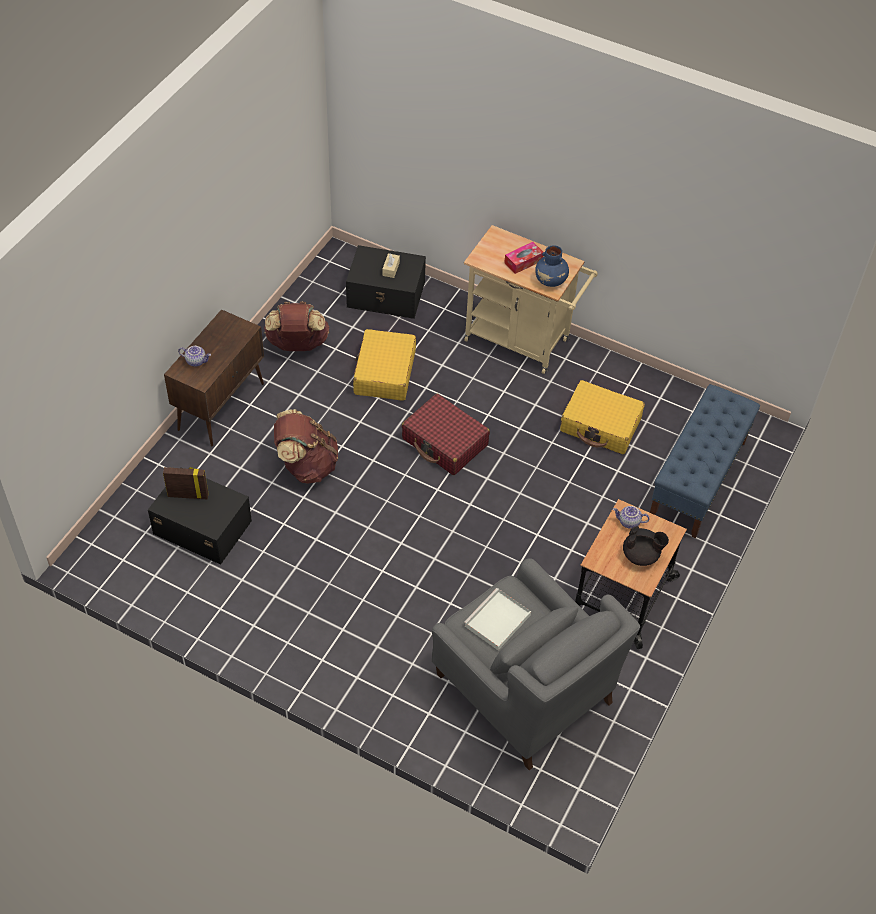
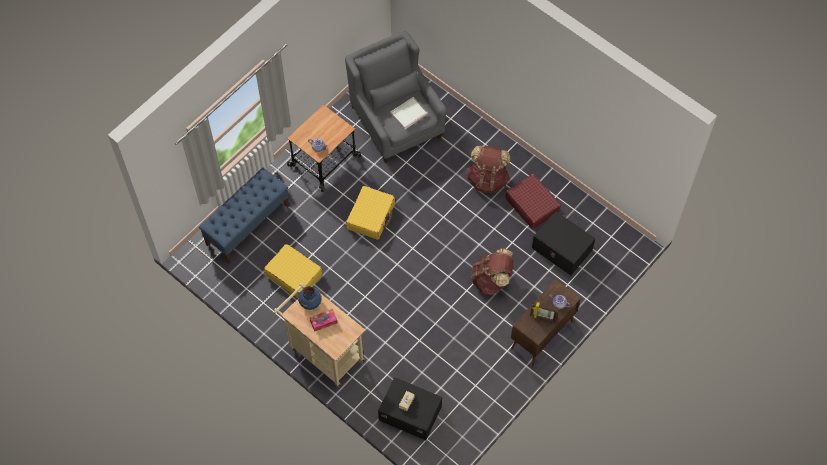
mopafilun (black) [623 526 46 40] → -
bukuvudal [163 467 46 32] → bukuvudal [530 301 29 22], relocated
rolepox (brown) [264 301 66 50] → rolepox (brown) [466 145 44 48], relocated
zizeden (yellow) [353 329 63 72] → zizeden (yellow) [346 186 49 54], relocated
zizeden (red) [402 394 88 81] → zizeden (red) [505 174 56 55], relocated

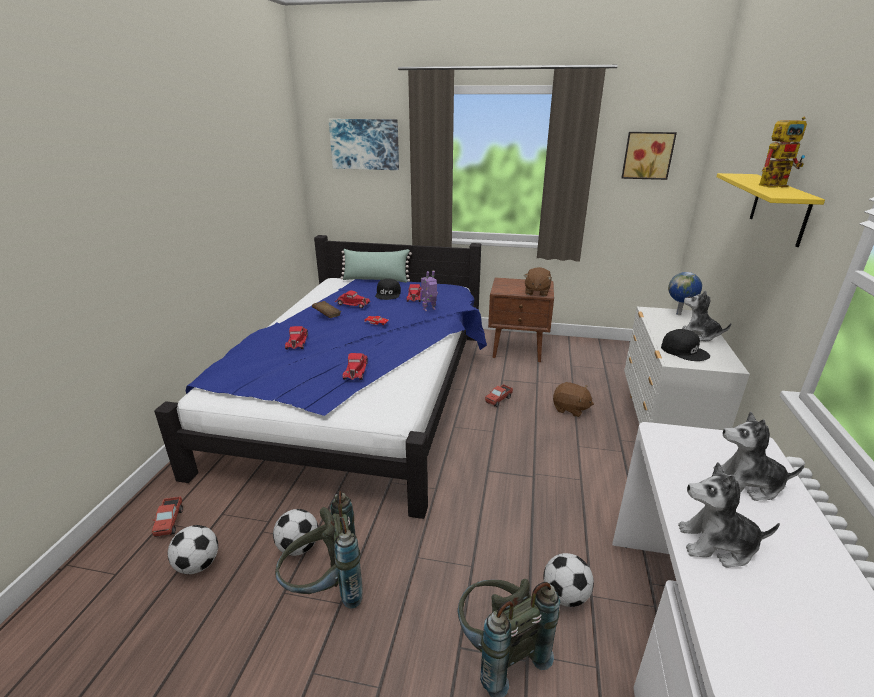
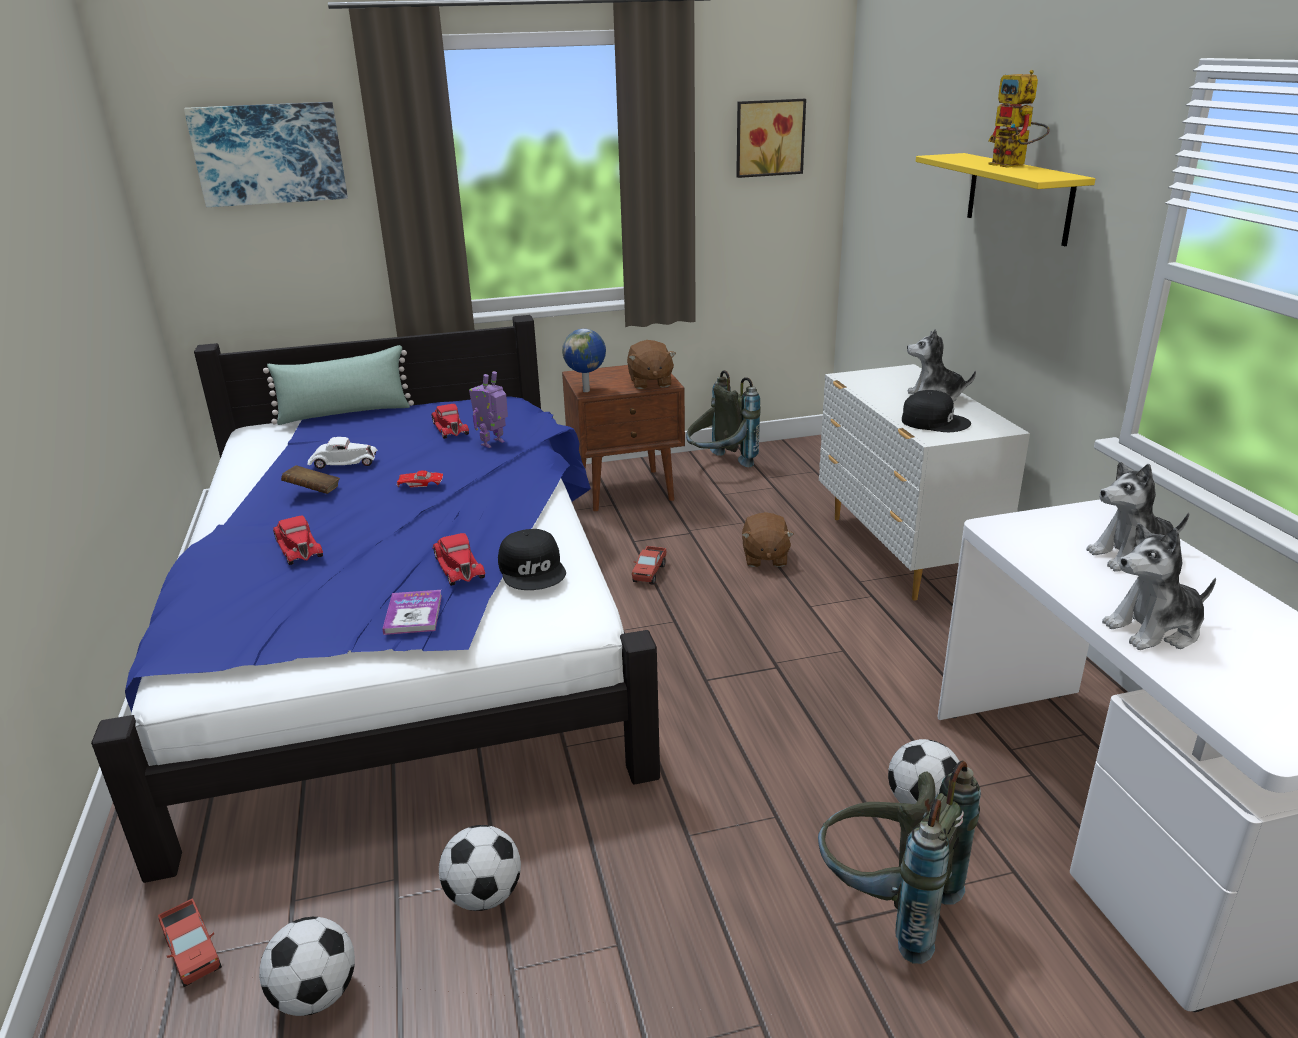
- → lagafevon [382 590 60 45]
rolepox (grey) [275 491 88 118] → rolepox (grey) [686 370 75 97], relocated
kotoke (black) [375 279 26 21] → kotoke (black) [498 529 68 61], relocated
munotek [668 272 34 43] → munotek [562 329 44 63], relocated
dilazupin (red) [335 290 35 18] → dilazupin (white) [307 437 71 32]
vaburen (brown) [553 382 41 35] → vaburen (brown) [742 512 52 55], 90 degrees clockwise
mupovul [759 117 48 71] → mupovul [988 70 62 98], 105 degrees clockwise

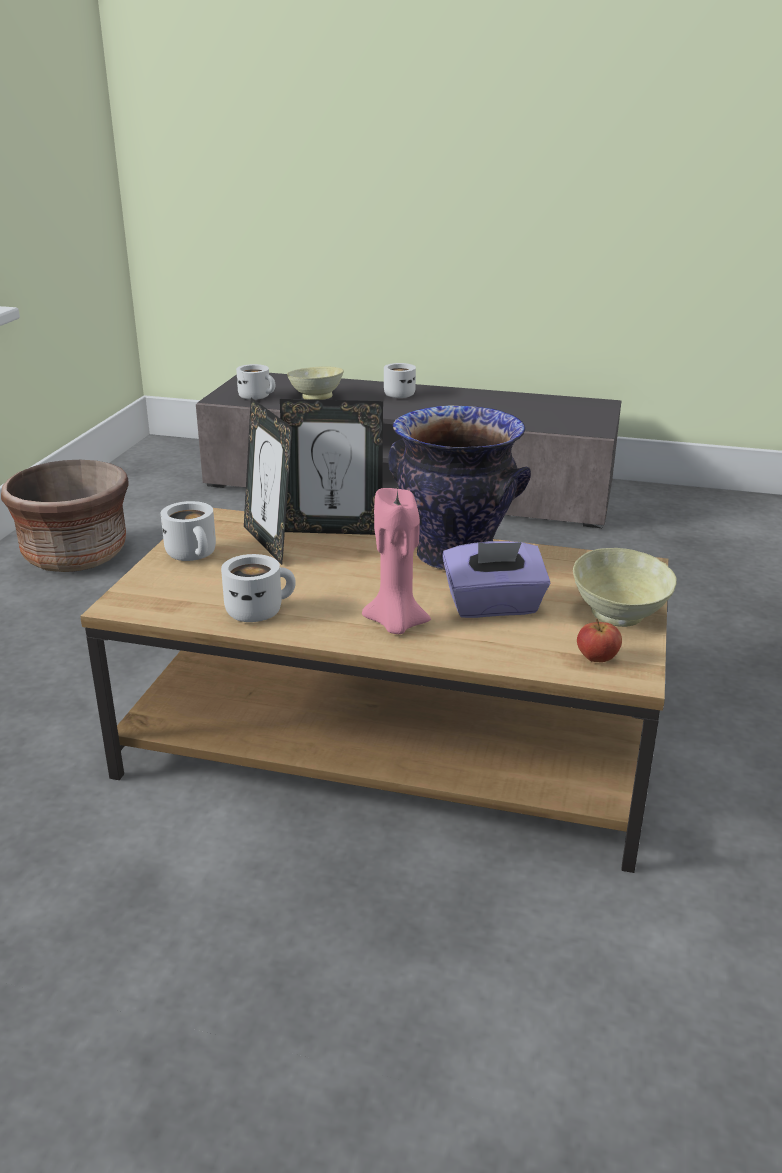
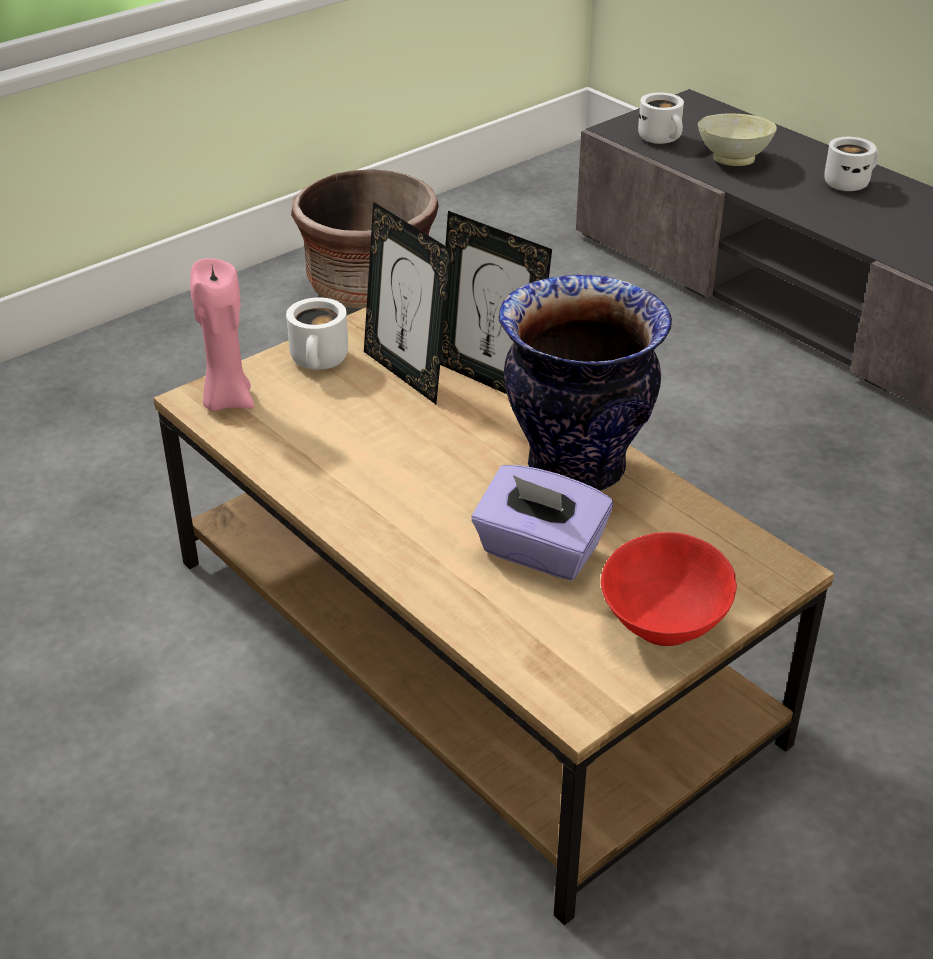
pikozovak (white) [221 554 75 68] → -
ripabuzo [577 619 45 43] → -
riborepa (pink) [362 488 69 146] → riborepa (pink) [190 258 65 153], relocated
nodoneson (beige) [573 548 104 79] → nodoneson (red) [601 532 136 114]
bukuvudal [244 398 49 167] → bukuvudal [364 202 88 202], 45 degrees counterclockwise

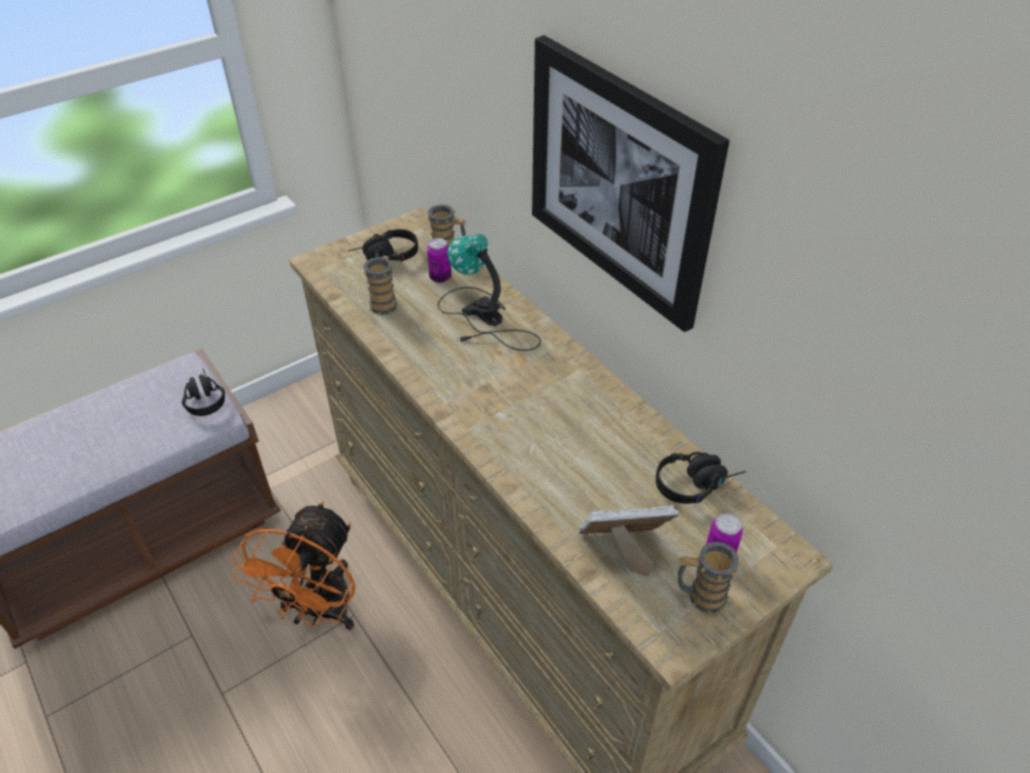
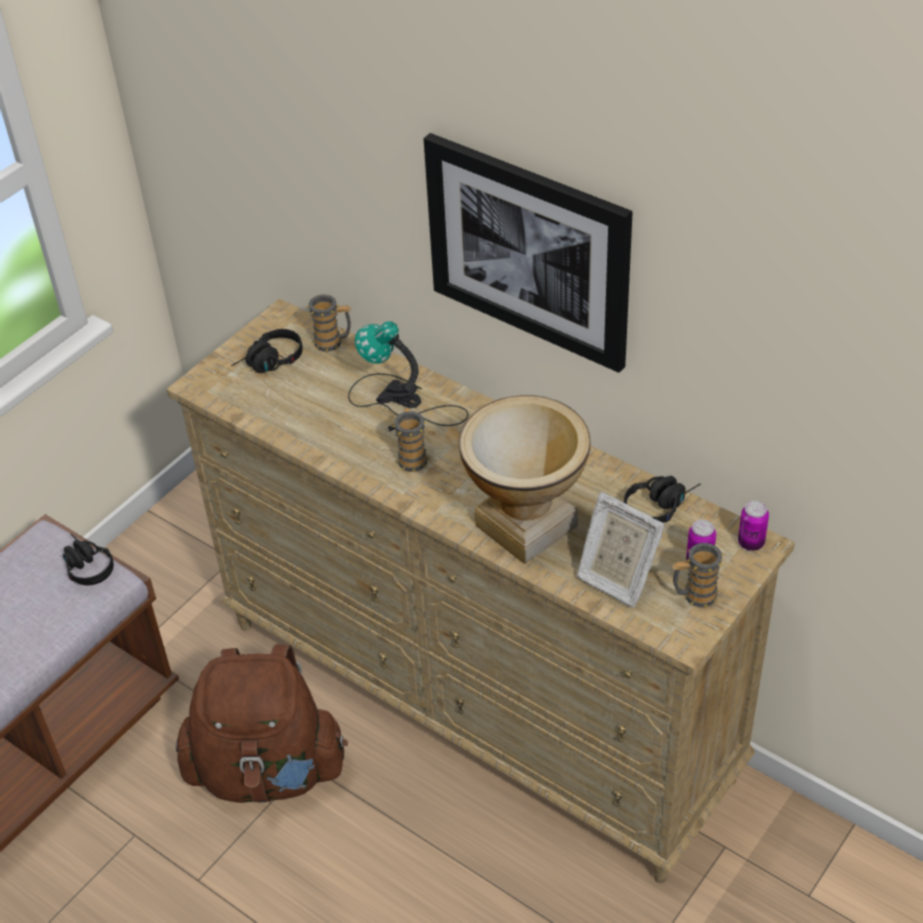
- → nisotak [459 395 131 169]
pikozovak [362 256 36 59] → pikozovak [391 408 38 64], relocated
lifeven [427 238 24 45] → lifeven [738 501 31 50], relocated
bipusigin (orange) [232 501 124 129] → rolepox (brown) [176 644 172 159]
bukuvudal [578 505 101 71] → bukuvudal [577 492 88 115], 120 degrees counterclockwise

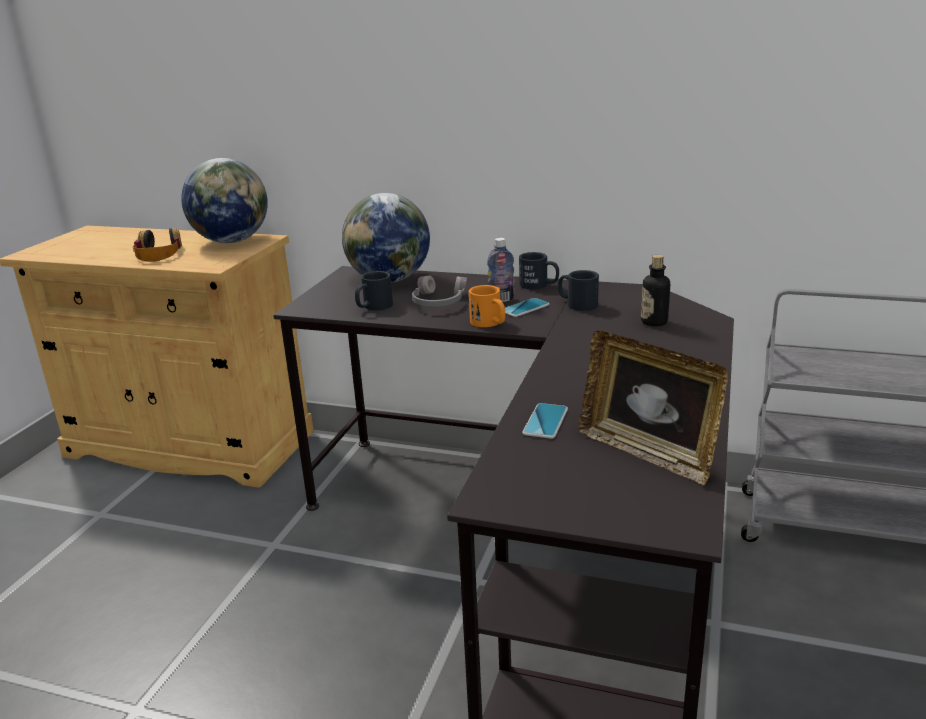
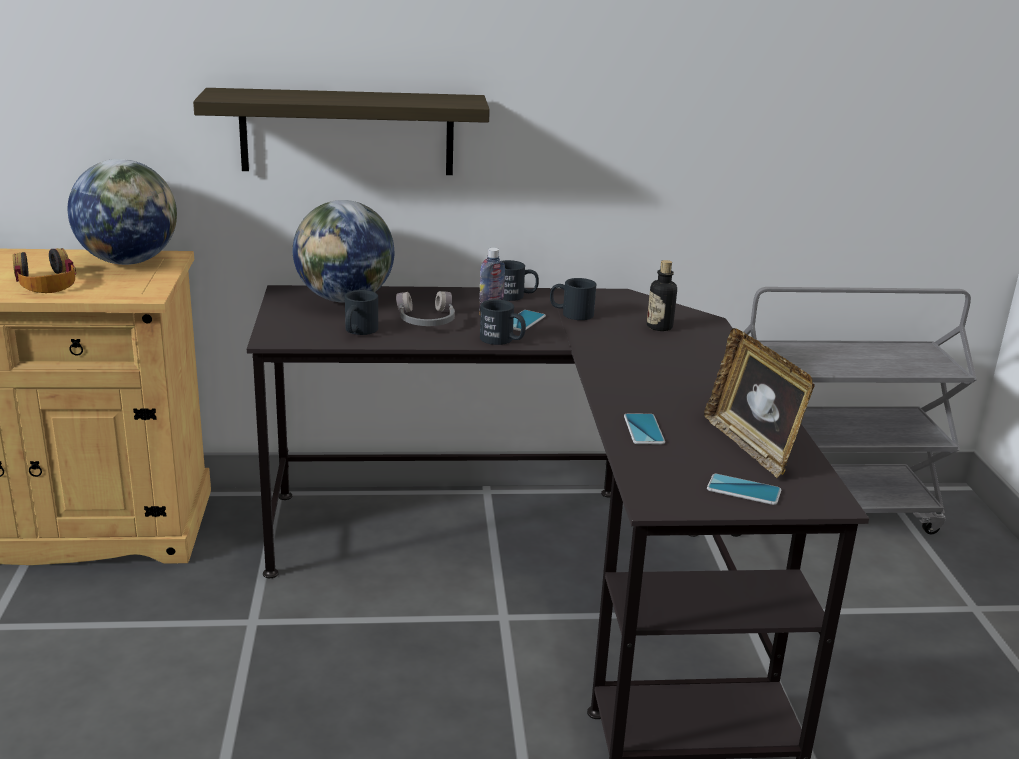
- → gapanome [193 88 297 87]
- → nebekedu [707 474 74 31]
pikozovak (orange) [469 285 36 42] → pikozovak (black) [480 299 46 46]
bukuvudal [579 331 149 154] → bukuvudal [704 328 111 150], 45 degrees clockwise

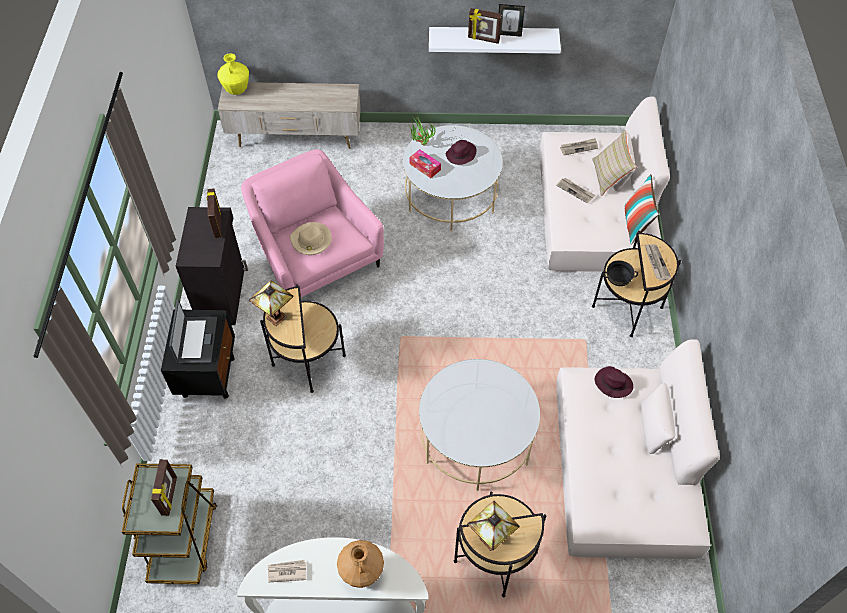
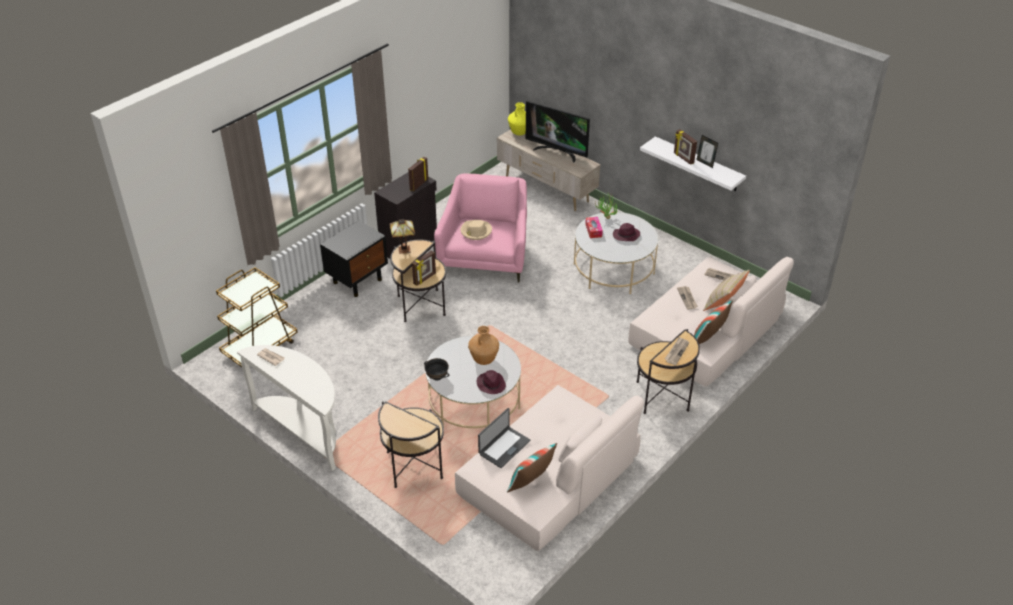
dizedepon [467 500 53 51] → -
- → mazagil [507 443 50 50]
- → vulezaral [526 101 64 61]
bukuvudal [151 459 26 57] → bukuvudal [412 250 24 36], relocated
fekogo [169 300 48 64] → fekogo [478 408 52 60], relocated
nisotak (brown) [337 540 47 48] → nisotak (brown) [468 326 31 39], relocated
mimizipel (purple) [595 366 38 32] → mimizipel (purple) [477 370 29 24], relocated
nodoneson (black) [602 260 36 26] → nodoneson (black) [424 358 25 23], relocated

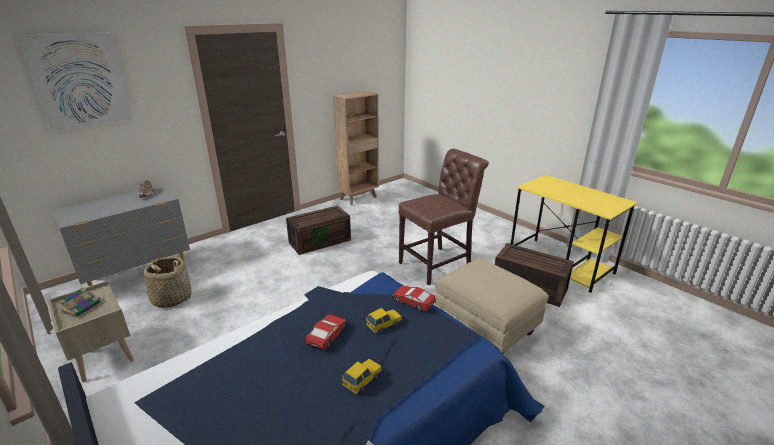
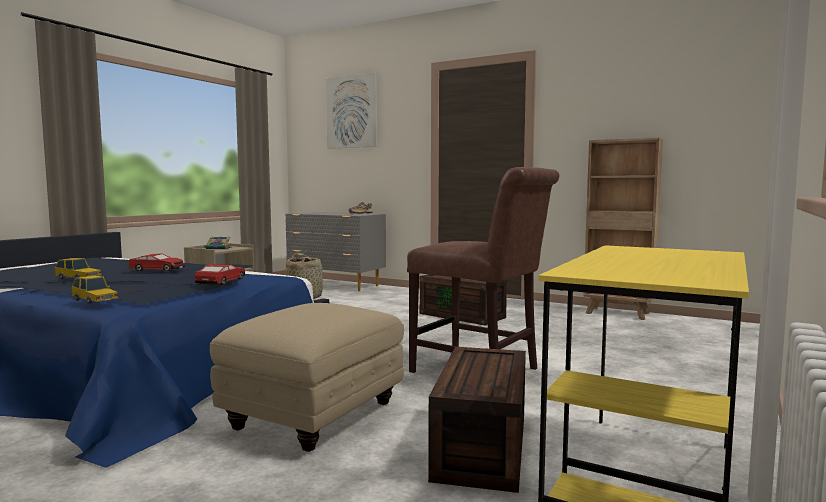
dilazupin [366 308 36 25] → dilazupin [72 276 47 28], relocated

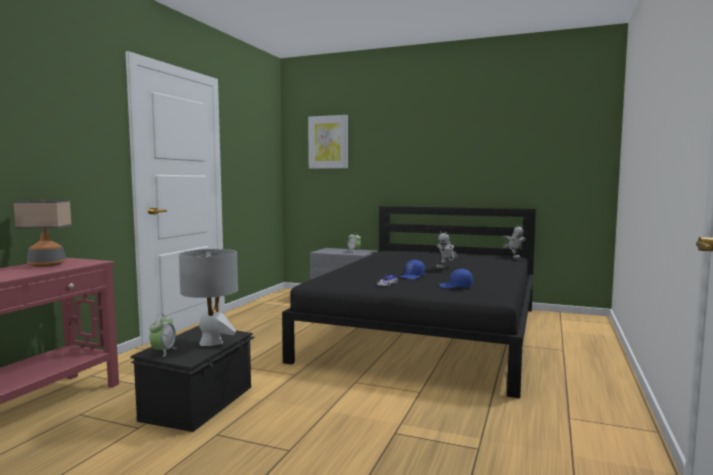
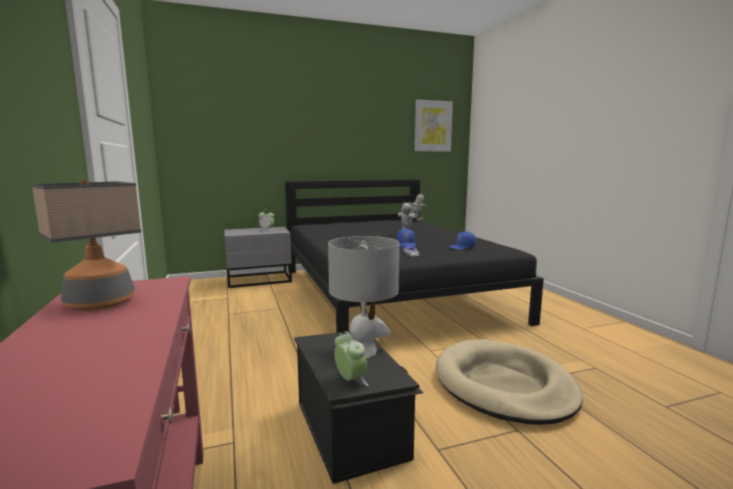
- → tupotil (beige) [436 339 147 86]
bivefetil [308 115 40 54] → bivefetil [415 100 38 52], relocated

